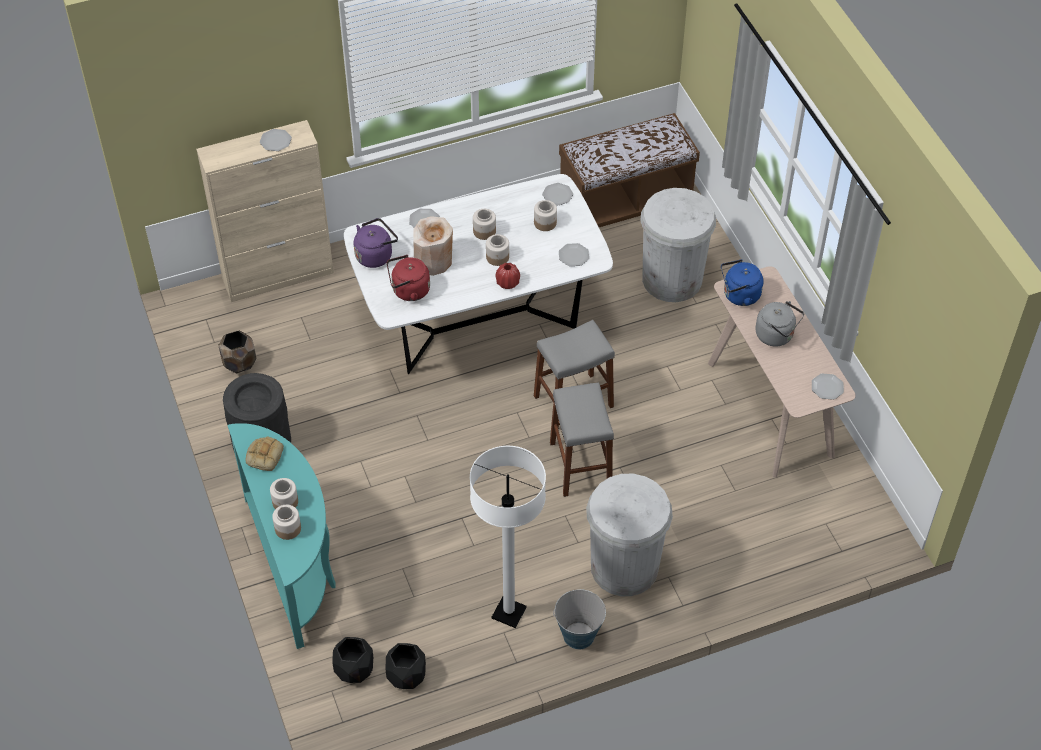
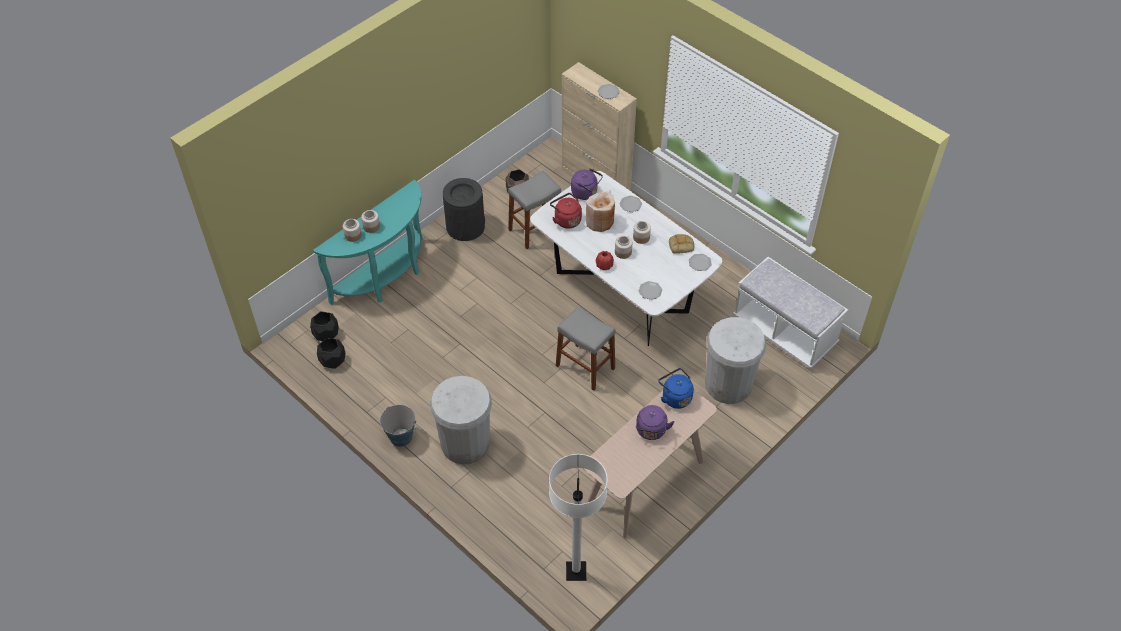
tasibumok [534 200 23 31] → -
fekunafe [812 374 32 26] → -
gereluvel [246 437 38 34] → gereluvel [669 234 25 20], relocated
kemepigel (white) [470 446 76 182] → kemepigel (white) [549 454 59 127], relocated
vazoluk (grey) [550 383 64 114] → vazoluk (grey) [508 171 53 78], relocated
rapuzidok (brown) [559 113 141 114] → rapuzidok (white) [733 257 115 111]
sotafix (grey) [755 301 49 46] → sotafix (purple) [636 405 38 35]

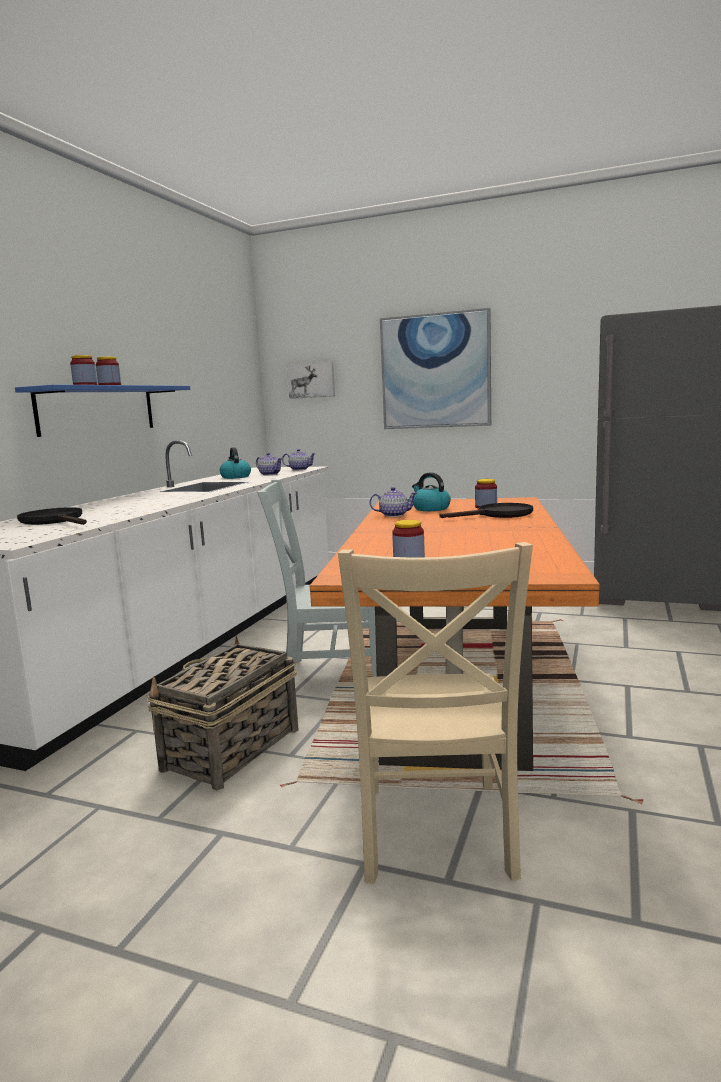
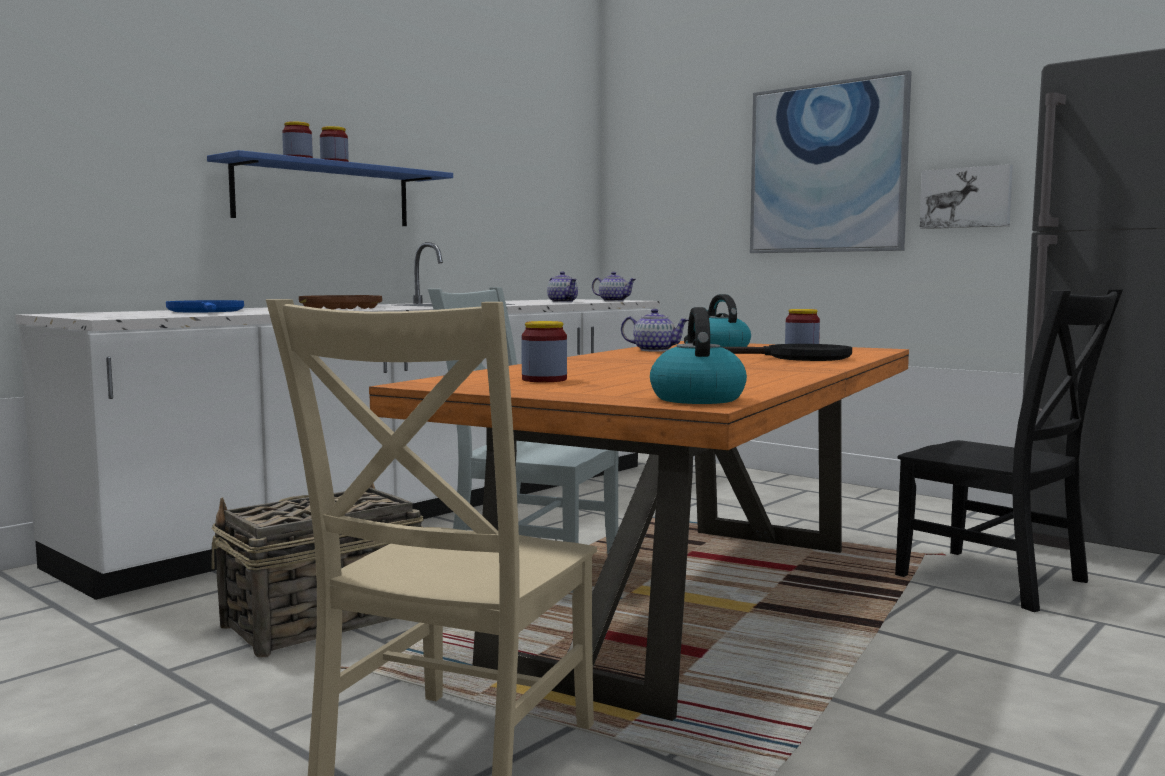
- → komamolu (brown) [299 295 83 15]
- → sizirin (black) [895 289 228 323]
sotafix [220 447 31 32] → sotafix [650 307 97 97], relocated
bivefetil [287 362 48 37] → bivefetil [919 164 94 65], relocated
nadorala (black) [17 507 70 18] → nadorala (blue) [166 300 78 12]

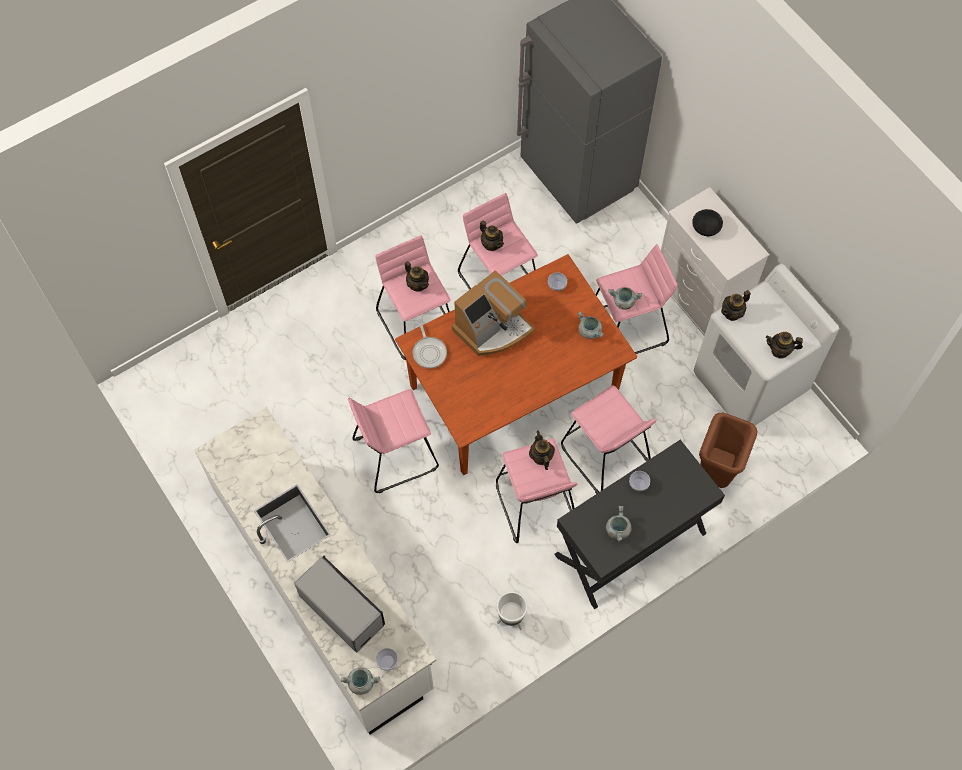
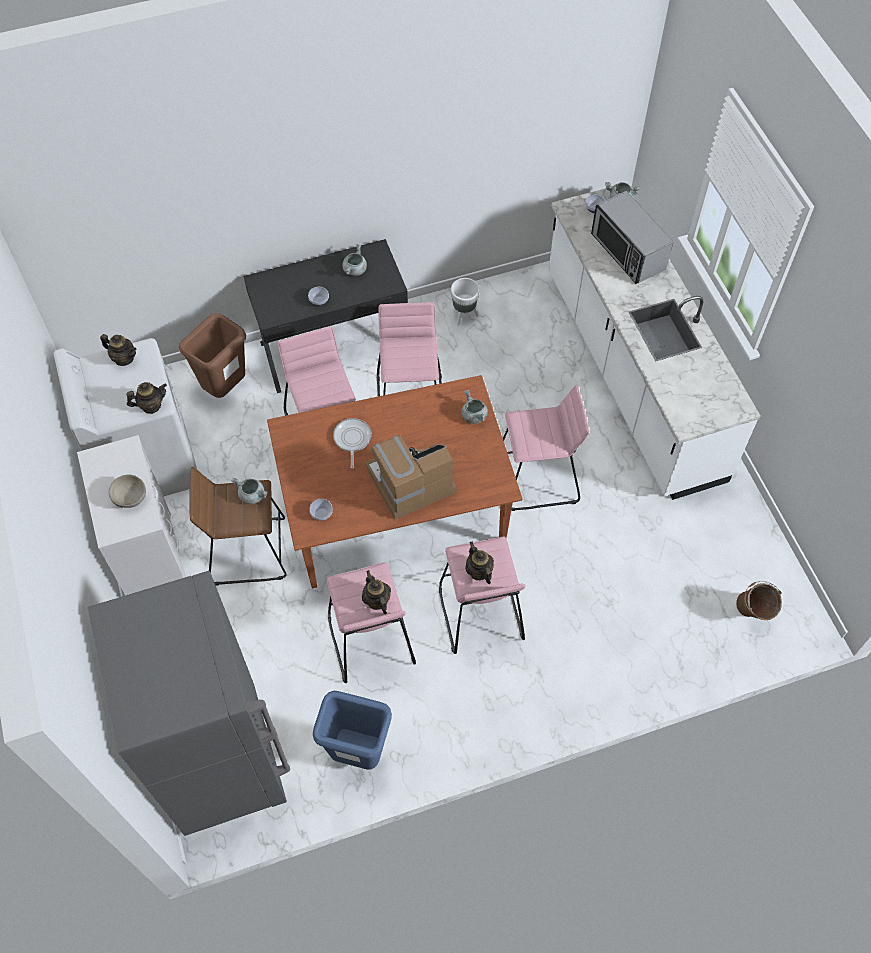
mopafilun [529 431 26 39] → -
- → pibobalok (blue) [313 691 79 79]
- → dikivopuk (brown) [736 581 46 39]
nadorala [413 321 34 47] → nadorala [333 418 39 51], relocated
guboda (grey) [578 312 26 27] → guboda (grey) [462 390 26 34], relocated
vazoluk (pink) [596 244 81 110] → vazoluk (brown) [189 467 97 119]
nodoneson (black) [692 209 31 27] → nodoneson (beige) [109 475 37 33]

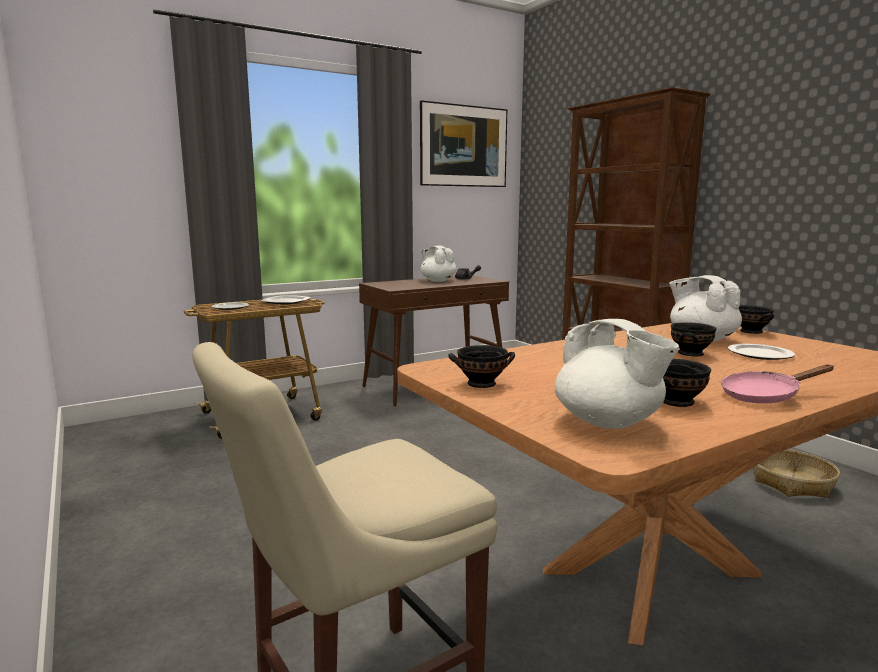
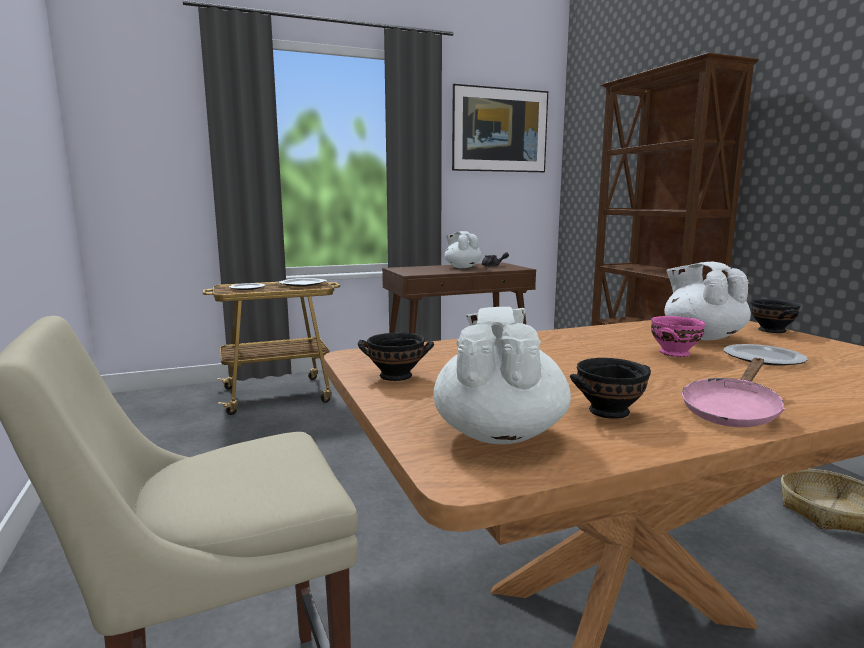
nodoneson (black) [671 322 45 35] → nodoneson (pink) [651 316 55 41]
mopafilun (white) [555 319 124 110] → mopafilun (white) [434 307 137 137], 150 degrees counterclockwise
nadorala (pink) [721 364 113 40] → nadorala (pink) [682 358 103 69], 45 degrees counterclockwise

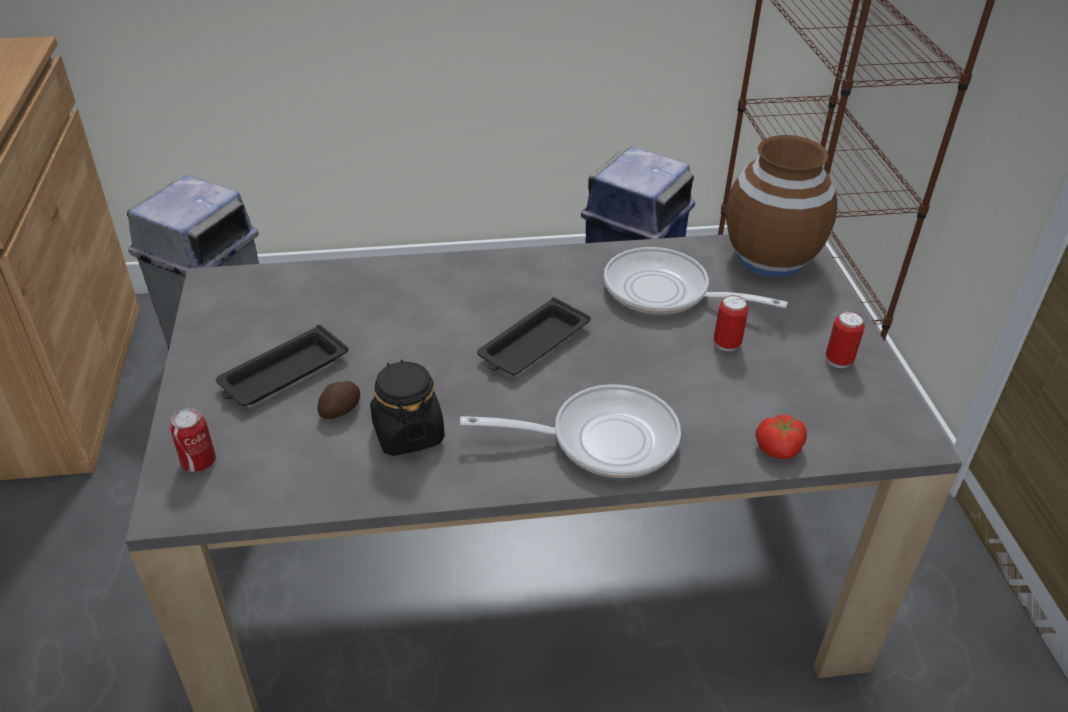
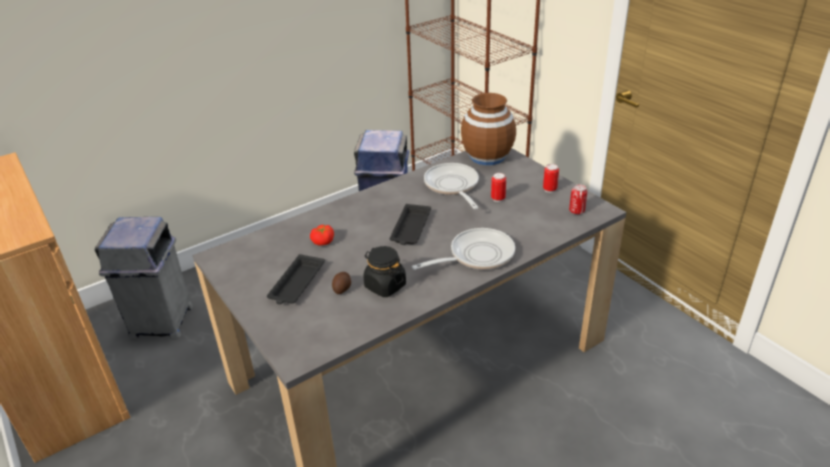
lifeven [170 408 46 64] → lifeven [569 184 18 30], relocated
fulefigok [756 415 51 44] → fulefigok [310 225 24 21], relocated
nadorala [604 247 184 68] → nadorala [424 163 55 46], 75 degrees clockwise

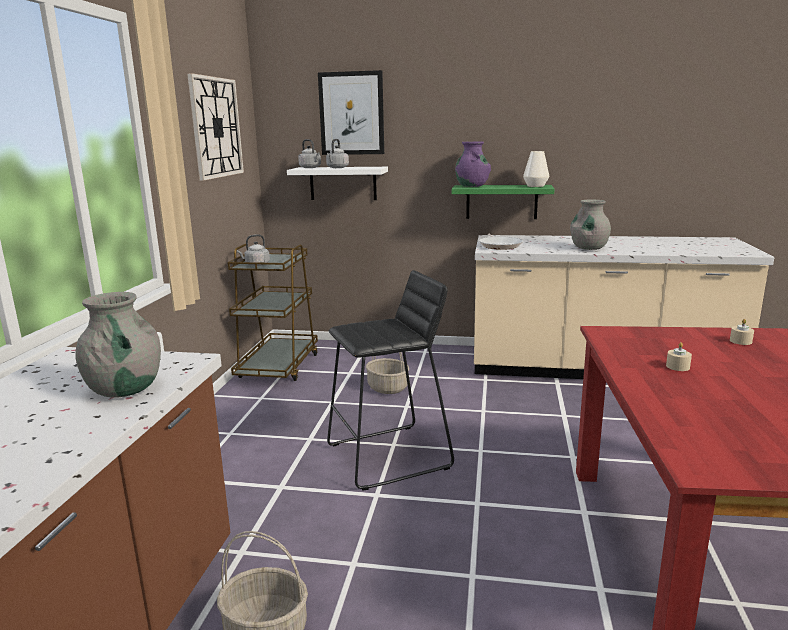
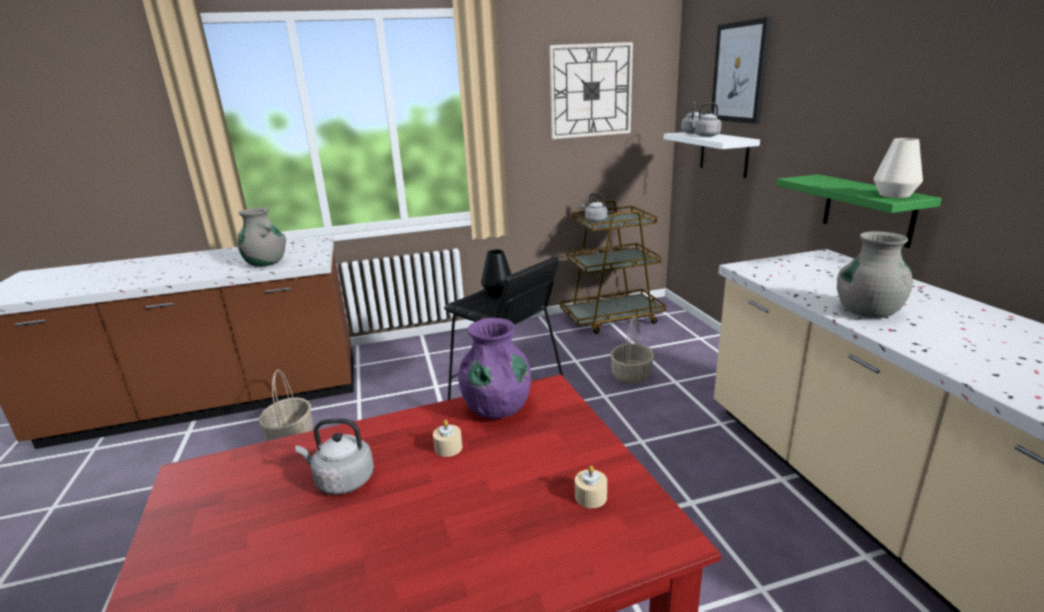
nadorala [479 234 44 16] → -
- → sotafix (grey) [295 418 79 76]
- → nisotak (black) [481 250 31 47]
nisotak (purple) [455 142 36 45] → nisotak (purple) [458 318 73 101], relocated

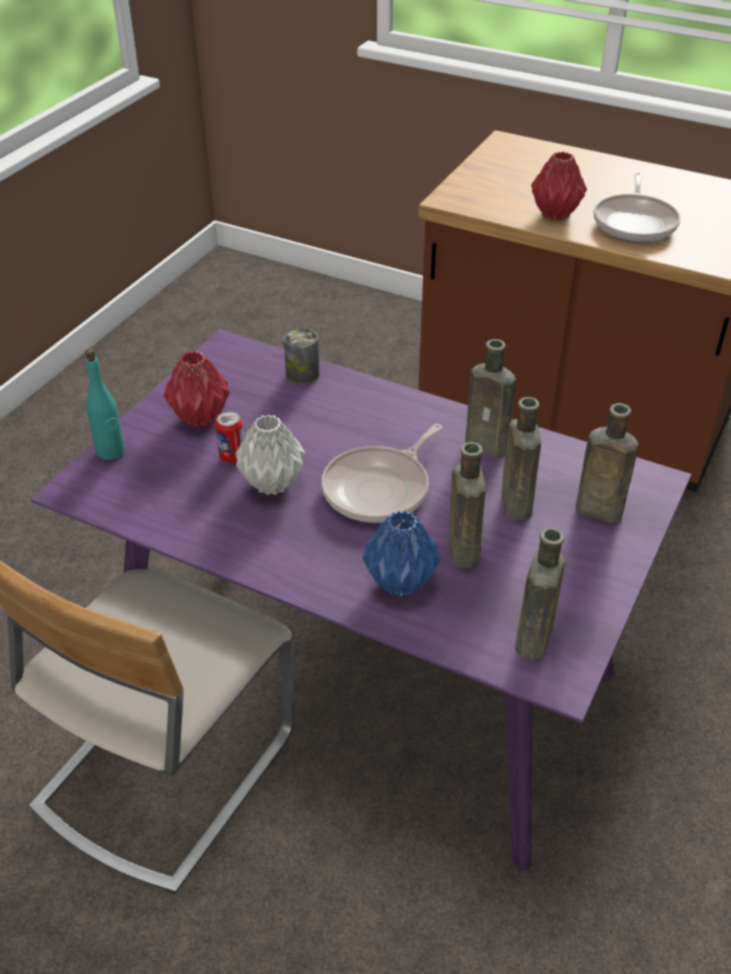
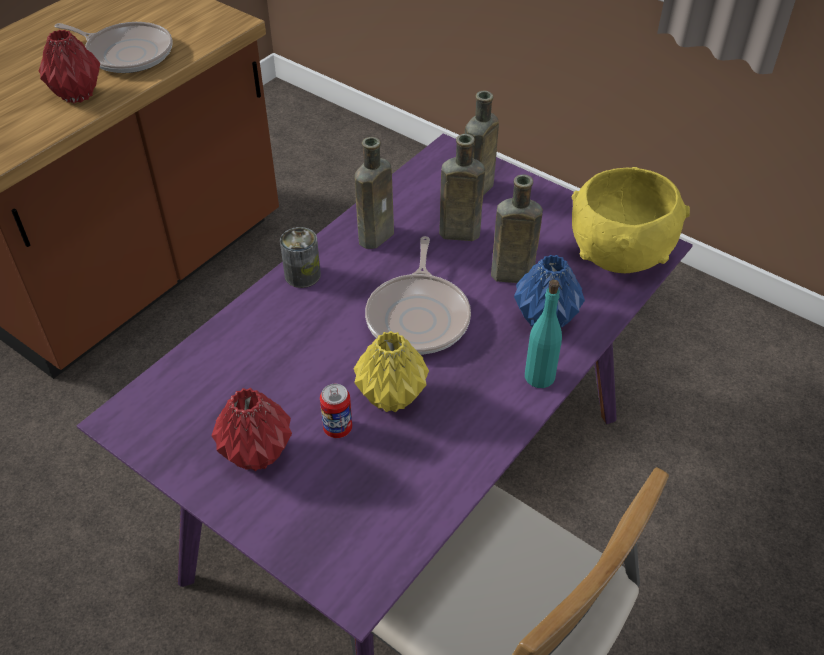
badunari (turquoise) [85 348 40 112] → badunari (turquoise) [525 280 37 108], relocated
lifeven [284 328 36 57] → lifeven [280 227 41 61], relocated
badunari (brown) [515 527 50 134] → nodoneson (yellow) [572 167 118 106]
nisotak (grey) [235 414 71 81] → nisotak (yellow) [354 331 75 81]
nadorala [321 424 121 99] → nadorala [365 236 106 118], 45 degrees clockwise

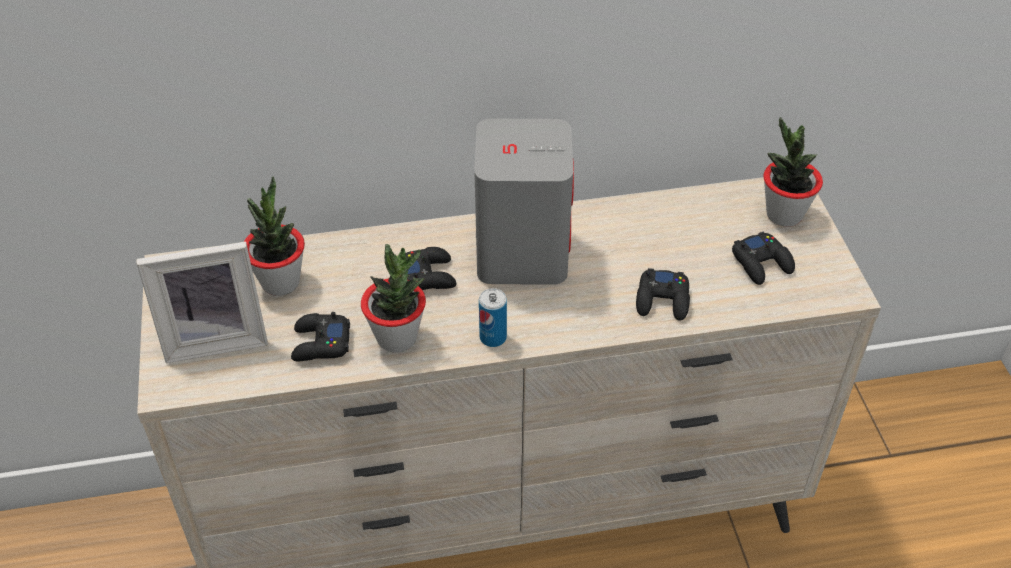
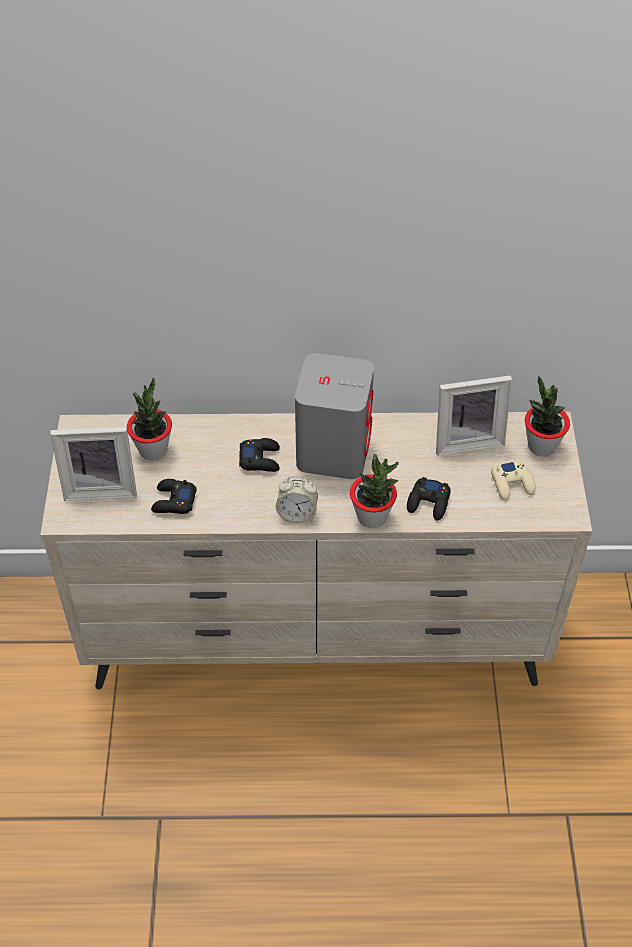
- → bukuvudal [436 376 76 80]
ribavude [361 244 65 109] → ribavude [350 454 49 74], relocated
lifeven [479 288 28 59] → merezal [276 476 42 47]
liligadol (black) [732 232 63 53] → liligadol (beige) [491 459 45 42]

